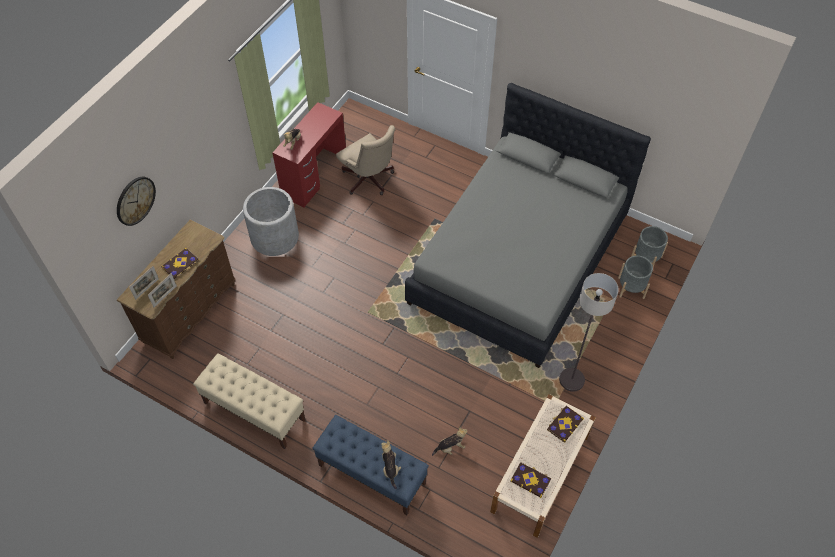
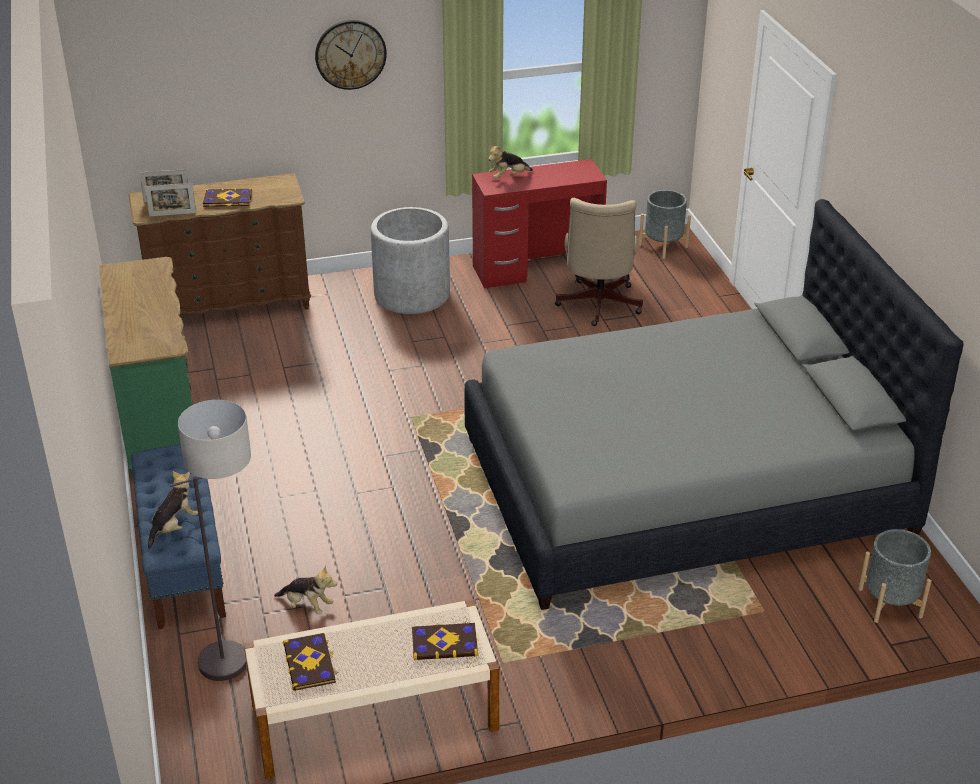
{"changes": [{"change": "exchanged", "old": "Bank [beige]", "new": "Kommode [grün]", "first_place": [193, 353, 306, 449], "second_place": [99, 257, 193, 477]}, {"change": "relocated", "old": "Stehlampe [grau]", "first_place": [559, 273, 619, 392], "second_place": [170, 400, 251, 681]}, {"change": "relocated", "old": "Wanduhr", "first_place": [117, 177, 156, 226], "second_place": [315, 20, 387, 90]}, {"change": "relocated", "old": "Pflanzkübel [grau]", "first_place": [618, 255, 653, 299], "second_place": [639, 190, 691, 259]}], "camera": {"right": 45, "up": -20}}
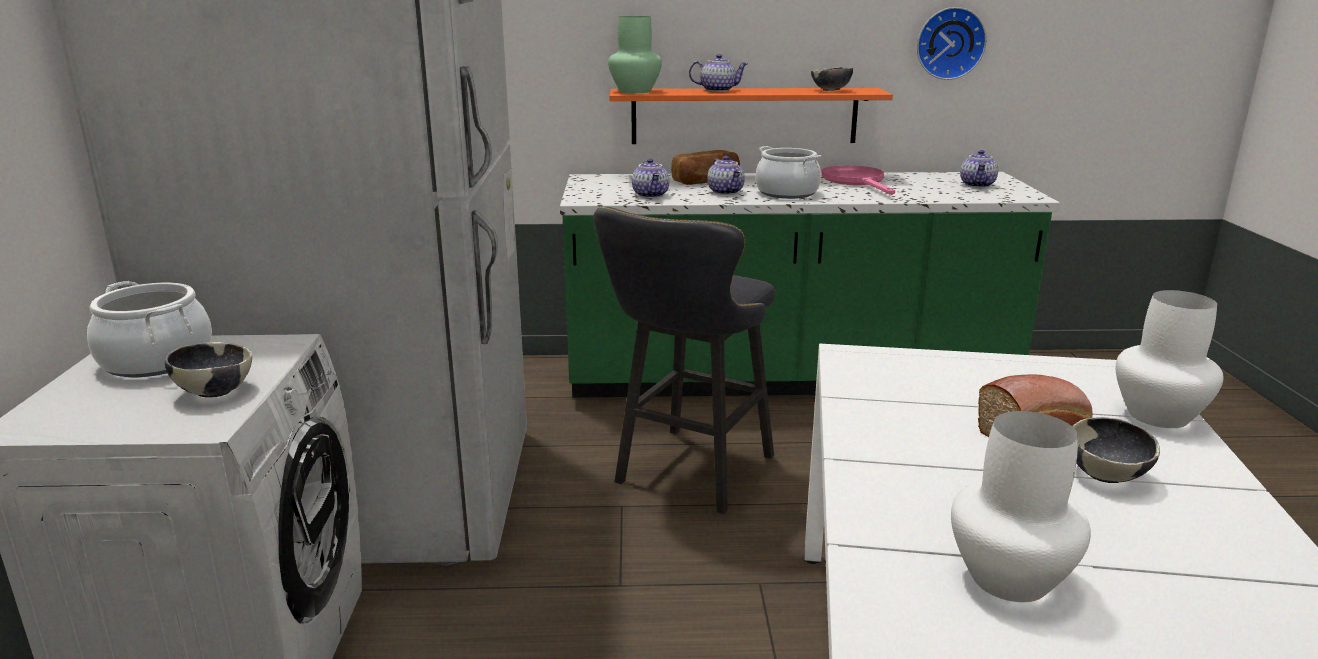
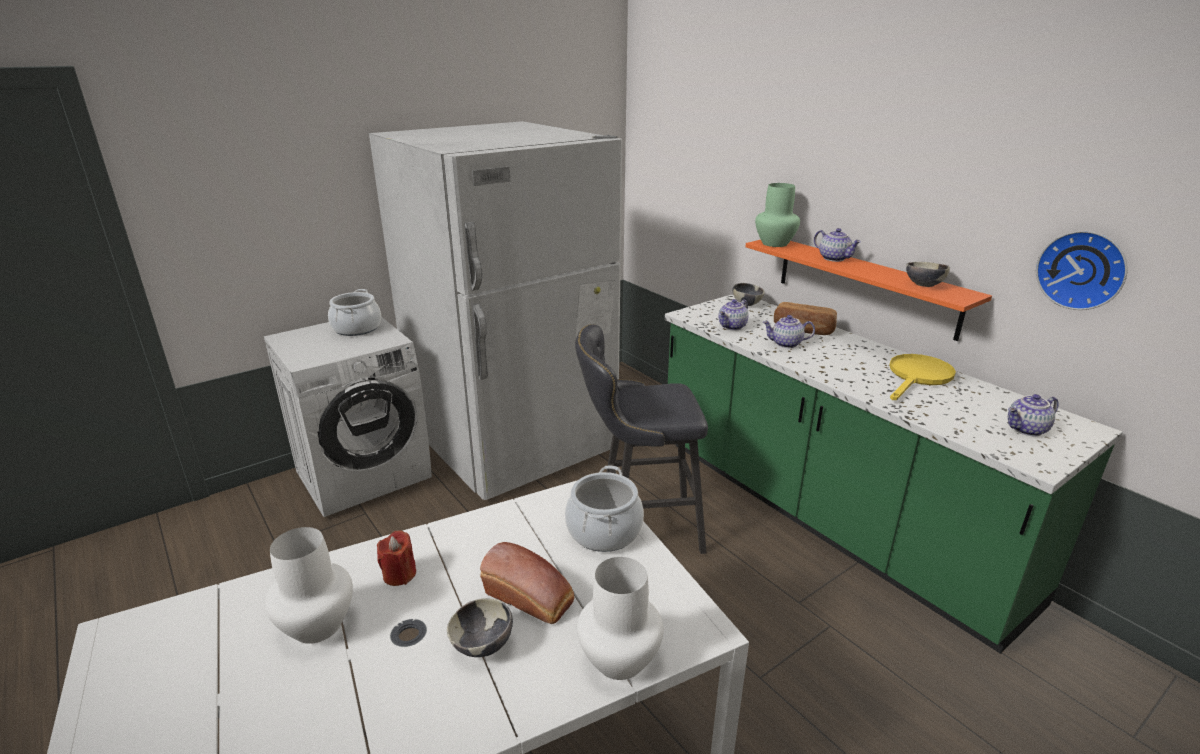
{"changes": [{"change": "appeared", "new": "Kerze [rot]", "second_place": [377, 530, 416, 586]}, {"change": "relocated", "old": "Kochtopf", "first_place": [756, 146, 821, 199], "second_place": [565, 465, 644, 552]}, {"change": "relocated", "old": "Schüssel", "first_place": [165, 342, 252, 398], "second_place": [733, 283, 765, 306]}, {"change": "spun", "old": "Teekanne", "first_place": [707, 156, 745, 195], "second_place": [762, 315, 815, 348], "degrees": 60}, {"change": "colour", "old": "Pfanne [rosa]", "new": "Pfanne [gelb]", "first_place": [822, 165, 895, 195], "second_place": [889, 354, 956, 400]}], "camera": {"right": 55, "up": 5}}
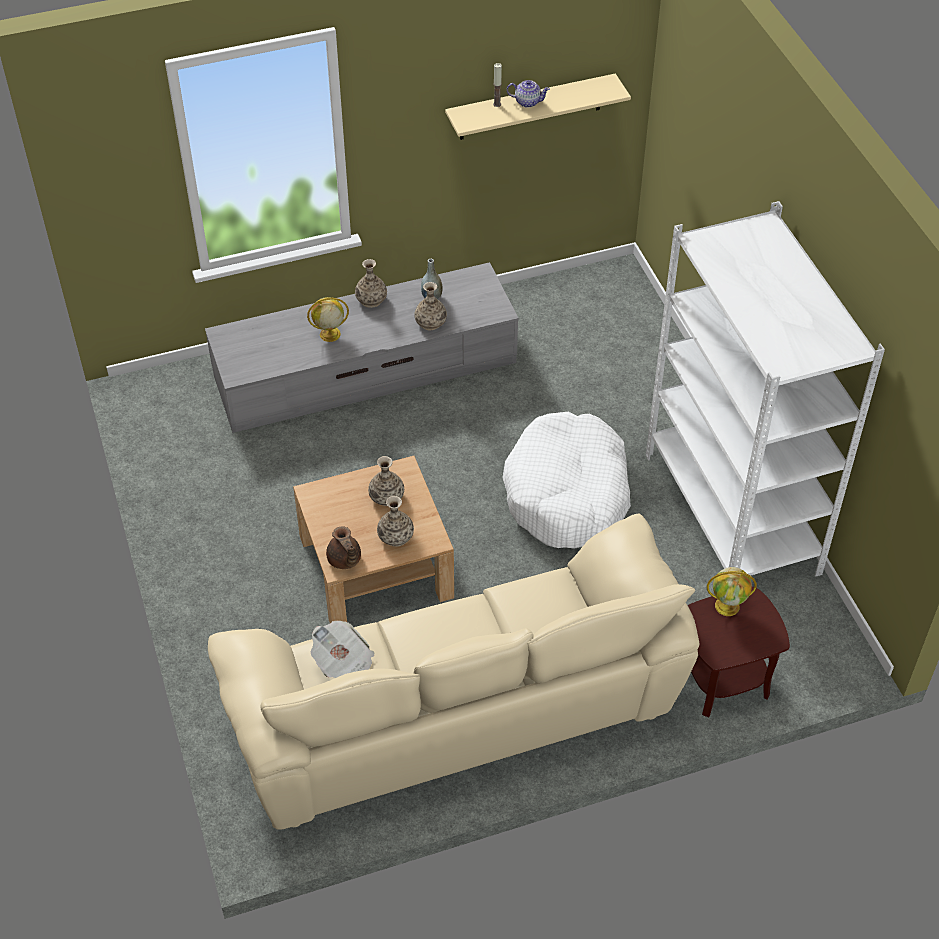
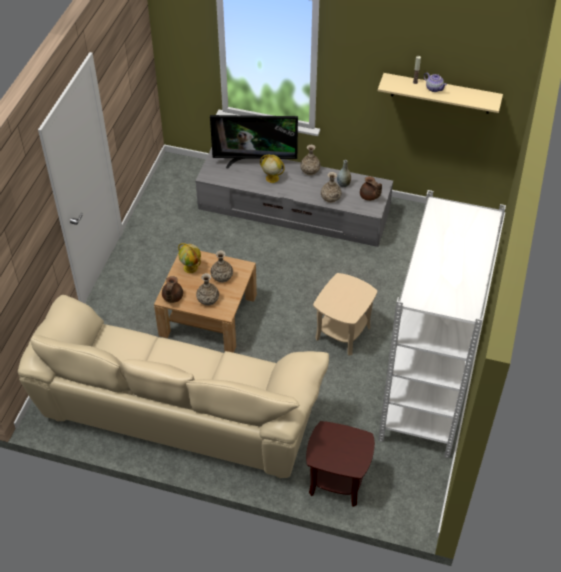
{"changes": [{"change": "relocated", "old": "Globus", "first_place": [707, 567, 757, 616], "second_place": [178, 243, 201, 273]}, {"change": "appeared", "new": "Fernseher", "second_place": [210, 115, 298, 169]}, {"change": "exchanged", "old": "Hundebett [weiß]", "new": "Beistelltisch [beige]", "first_place": [502, 412, 631, 549], "second_place": [313, 273, 377, 356]}, {"change": "appeared", "new": "Teekanne [braun]", "second_place": [360, 176, 382, 201]}, {"change": "missing", "old": "Zeitung", "first_place": [310, 621, 375, 678]}], "camera": {"right": 35, "up": 0}}
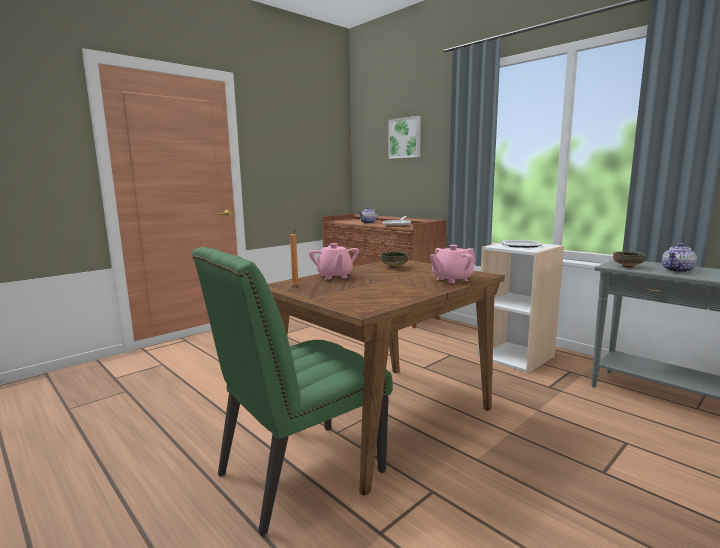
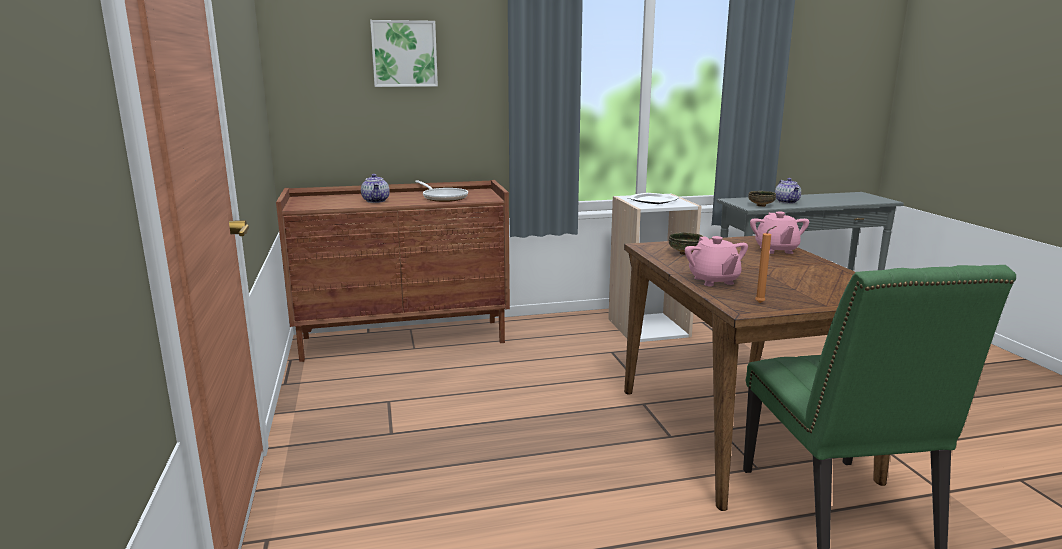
{"changes": [{"change": "spun", "old": "Teekanne [rosa]", "first_place": [309, 243, 359, 280], "second_place": [685, 236, 748, 286], "degrees": 60}], "camera": {"right": -60, "up": 5}}
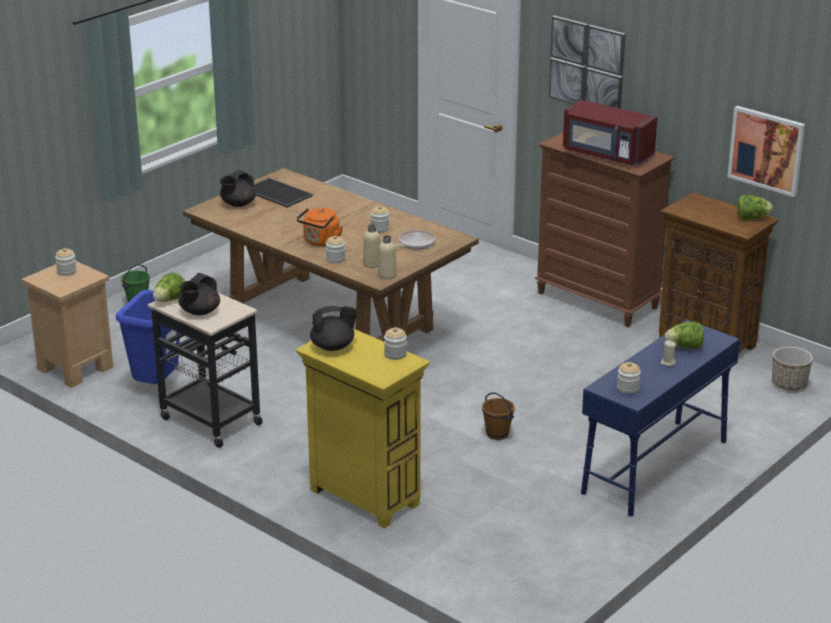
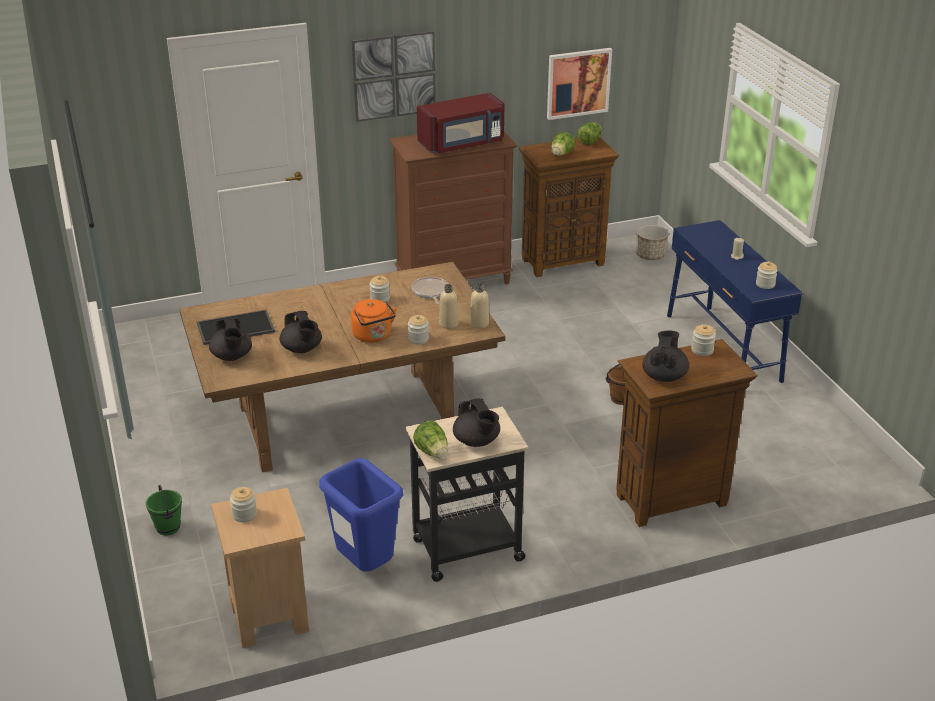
{"changes": [{"change": "appeared", "new": "Teekanne [schwarz]", "second_place": [280, 311, 322, 353]}, {"change": "relocated", "old": "Salatkopf", "first_place": [665, 321, 704, 349], "second_place": [551, 132, 575, 156]}, {"change": "colour", "old": "Schrank [gelb]", "new": "Schrank [braun]", "first_place": [295, 329, 431, 528], "second_place": [616, 339, 758, 527]}], "camera": {"right": -60, "up": 5}}
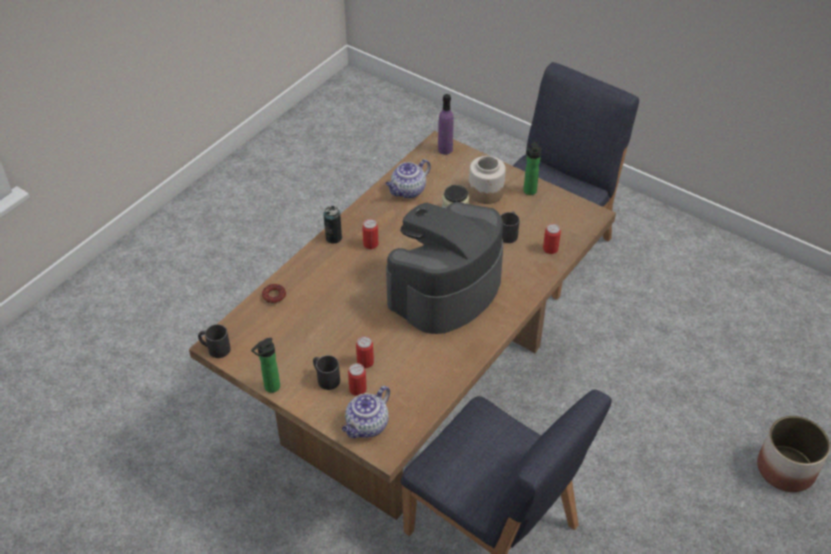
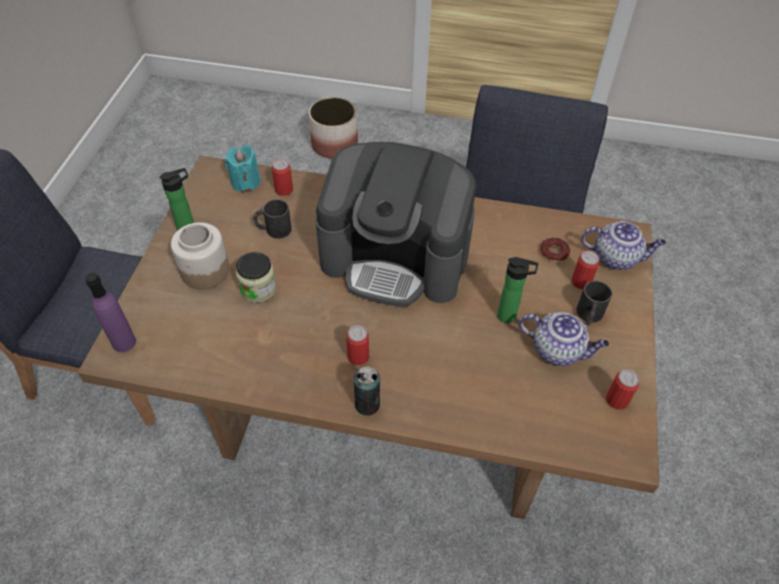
{"changes": [{"change": "appeared", "new": "Kerze [türkis]", "second_place": [225, 145, 261, 193]}, {"change": "relocated", "old": "Flasche", "first_place": [251, 338, 280, 393], "second_place": [497, 257, 539, 323]}, {"change": "relocated", "old": "Teekanne", "first_place": [385, 159, 431, 199], "second_place": [519, 312, 609, 366]}, {"change": "relocated", "old": "Donut", "first_place": [262, 284, 286, 304], "second_place": [541, 238, 570, 262]}, {"change": "relocated", "old": "Dose", "first_place": [356, 336, 374, 368], "second_place": [606, 369, 639, 410]}, {"change": "missing", "old": "Henkelbecher [schwarz]", "first_place": [198, 324, 231, 358]}], "camera": {"right": -115, "up": 5}}
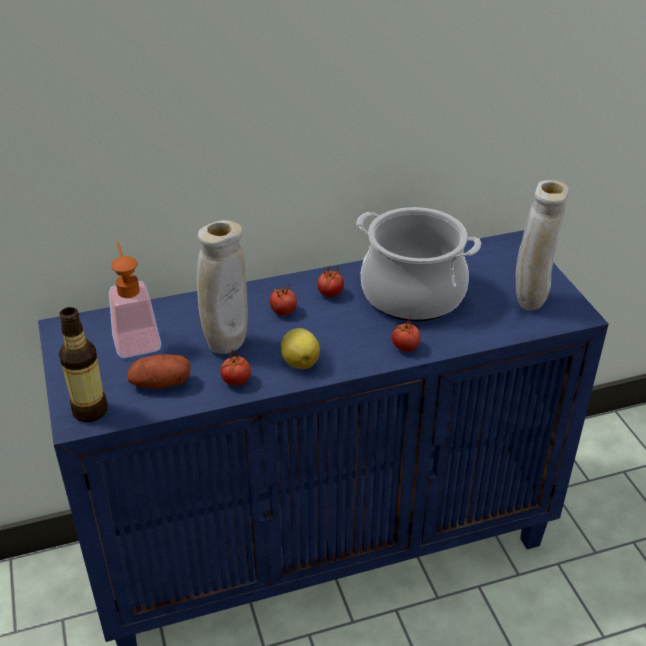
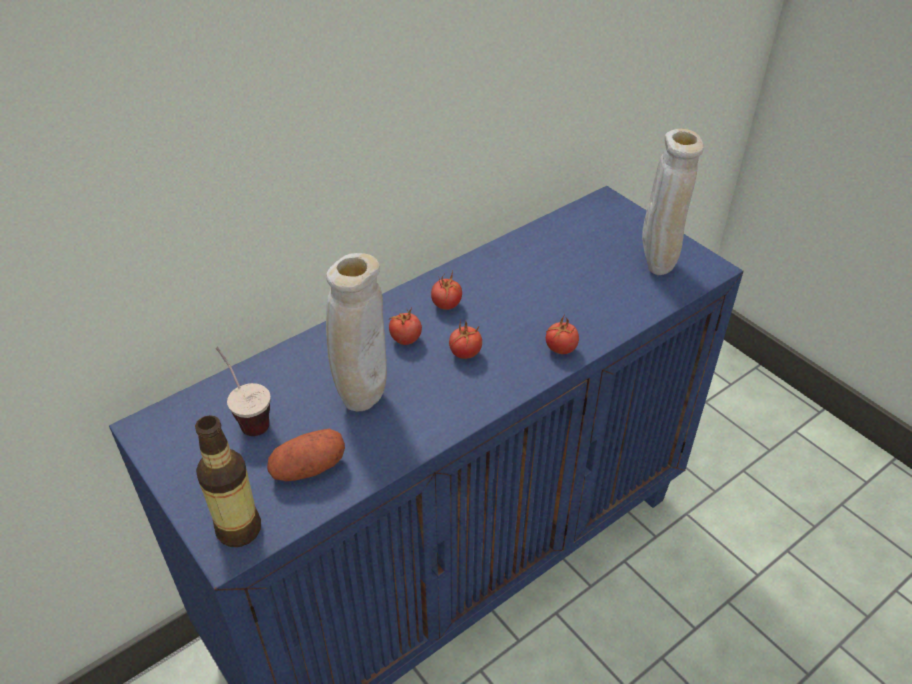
{"changes": [{"change": "exchanged", "old": "Seifenspender", "new": "Tasse", "first_place": [109, 242, 161, 358], "second_place": [216, 347, 270, 436]}, {"change": "relocated", "old": "Tomate", "first_place": [220, 349, 251, 386], "second_place": [449, 319, 482, 359]}, {"change": "missing", "old": "Zitrone", "first_place": [281, 328, 320, 369]}, {"change": "missing", "old": "Kochtopf", "first_place": [356, 207, 481, 321]}], "camera": {"right": -20, "up": 5}}
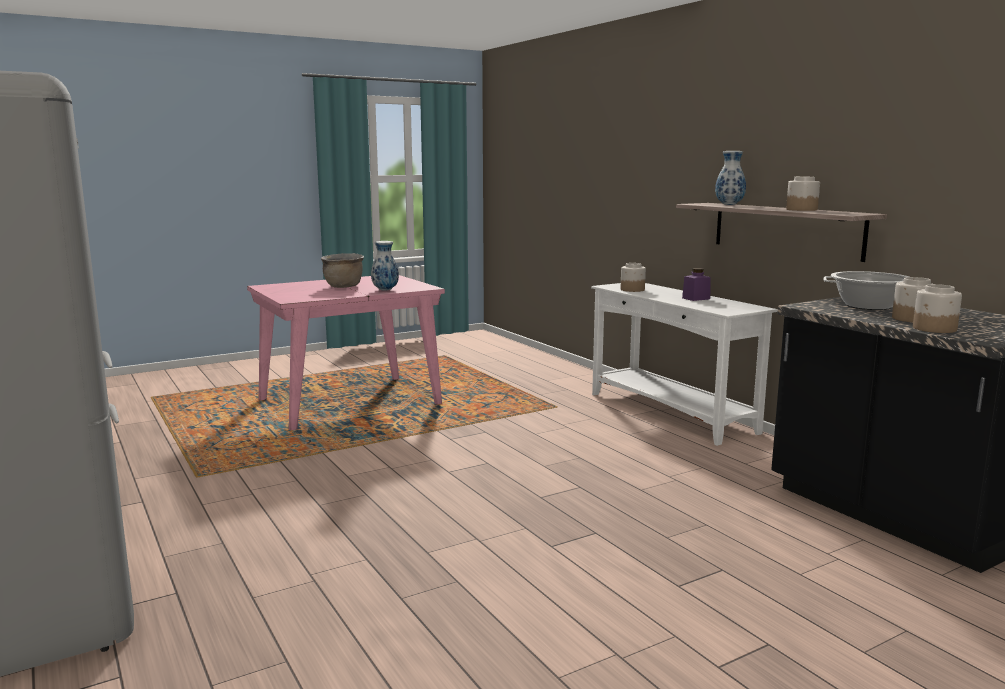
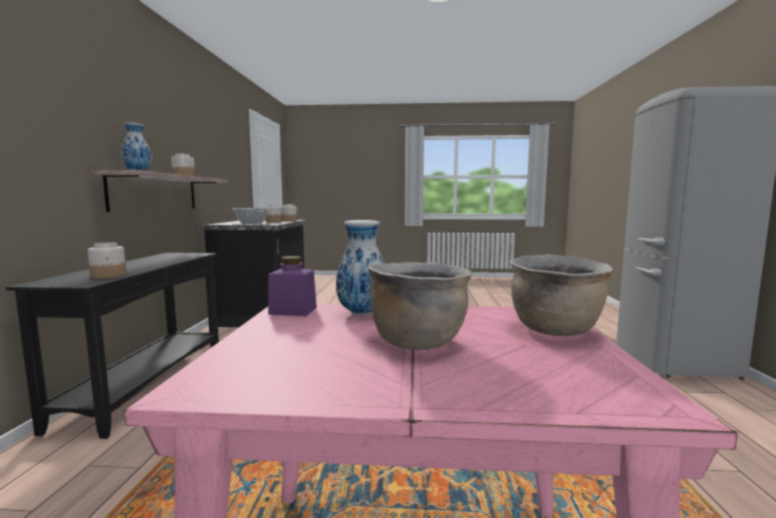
{"changes": [{"change": "colour", "old": "Konsolentisch [weiß]", "new": "Konsolentisch [schwarz]", "first_place": [591, 283, 778, 446], "second_place": [6, 253, 219, 439]}, {"change": "relocated", "old": "Vorratsglas [lila]", "first_place": [682, 268, 711, 301], "second_place": [268, 256, 317, 316]}, {"change": "appeared", "new": "Kochtopf [braun]", "second_place": [510, 254, 613, 336]}], "camera": {"right": -145, "up": -5}}
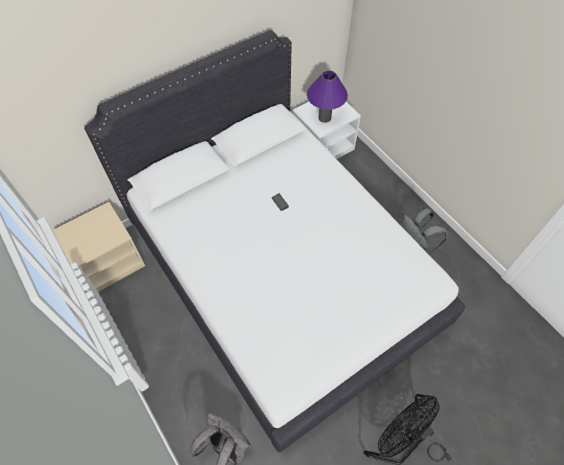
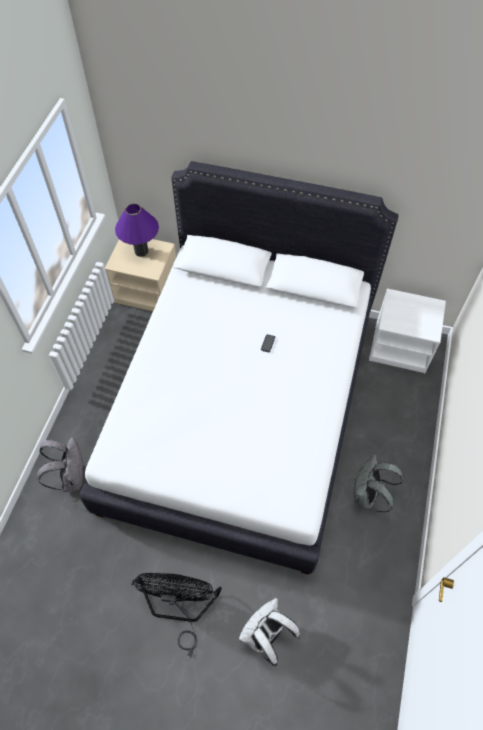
{"changes": [{"change": "relocated", "old": "Tischlampe [lila]", "first_place": [307, 70, 348, 123], "second_place": [115, 204, 159, 257]}, {"change": "appeared", "new": "Rucksack [weiß]", "second_place": [239, 598, 300, 667]}], "camera": {"right": 50, "up": 0}}
